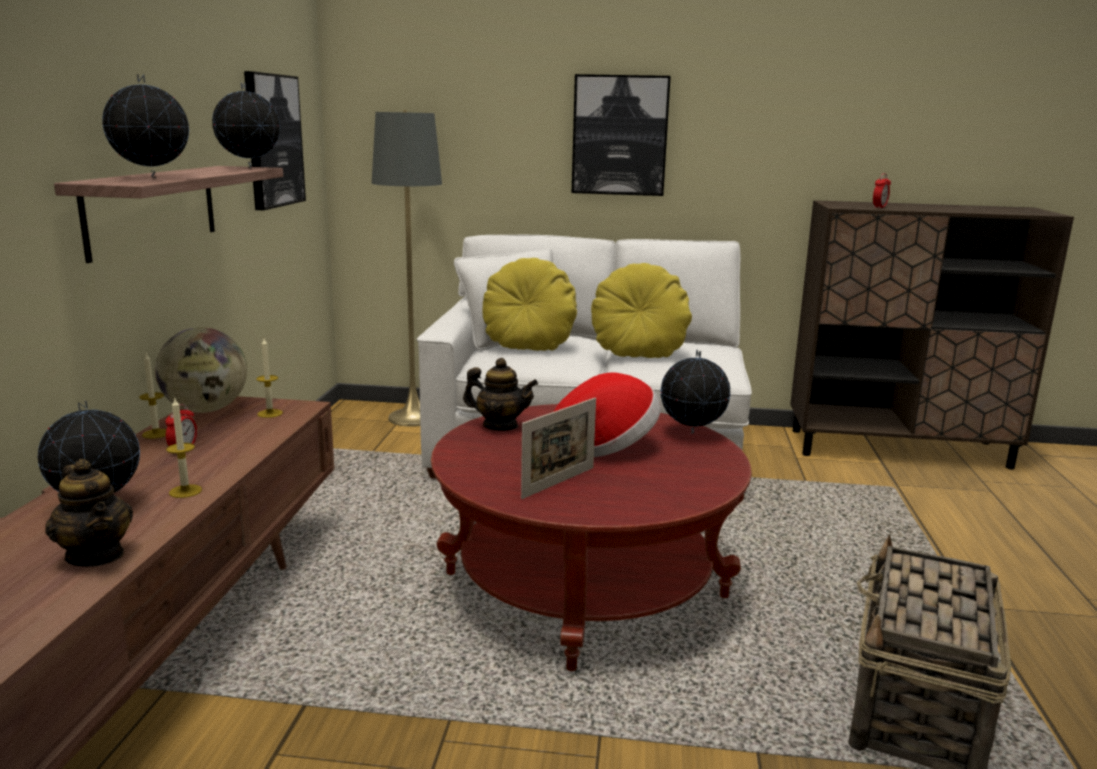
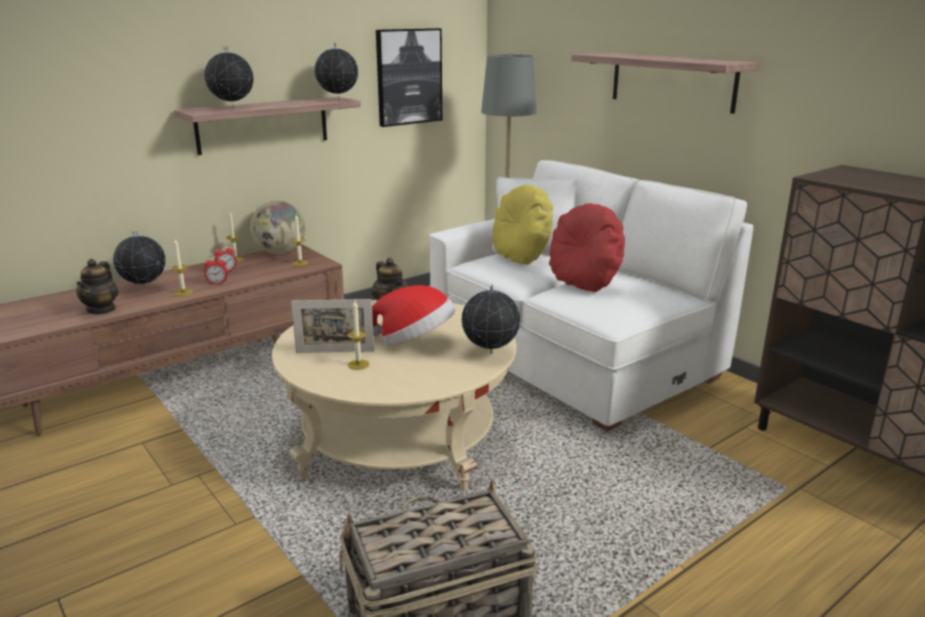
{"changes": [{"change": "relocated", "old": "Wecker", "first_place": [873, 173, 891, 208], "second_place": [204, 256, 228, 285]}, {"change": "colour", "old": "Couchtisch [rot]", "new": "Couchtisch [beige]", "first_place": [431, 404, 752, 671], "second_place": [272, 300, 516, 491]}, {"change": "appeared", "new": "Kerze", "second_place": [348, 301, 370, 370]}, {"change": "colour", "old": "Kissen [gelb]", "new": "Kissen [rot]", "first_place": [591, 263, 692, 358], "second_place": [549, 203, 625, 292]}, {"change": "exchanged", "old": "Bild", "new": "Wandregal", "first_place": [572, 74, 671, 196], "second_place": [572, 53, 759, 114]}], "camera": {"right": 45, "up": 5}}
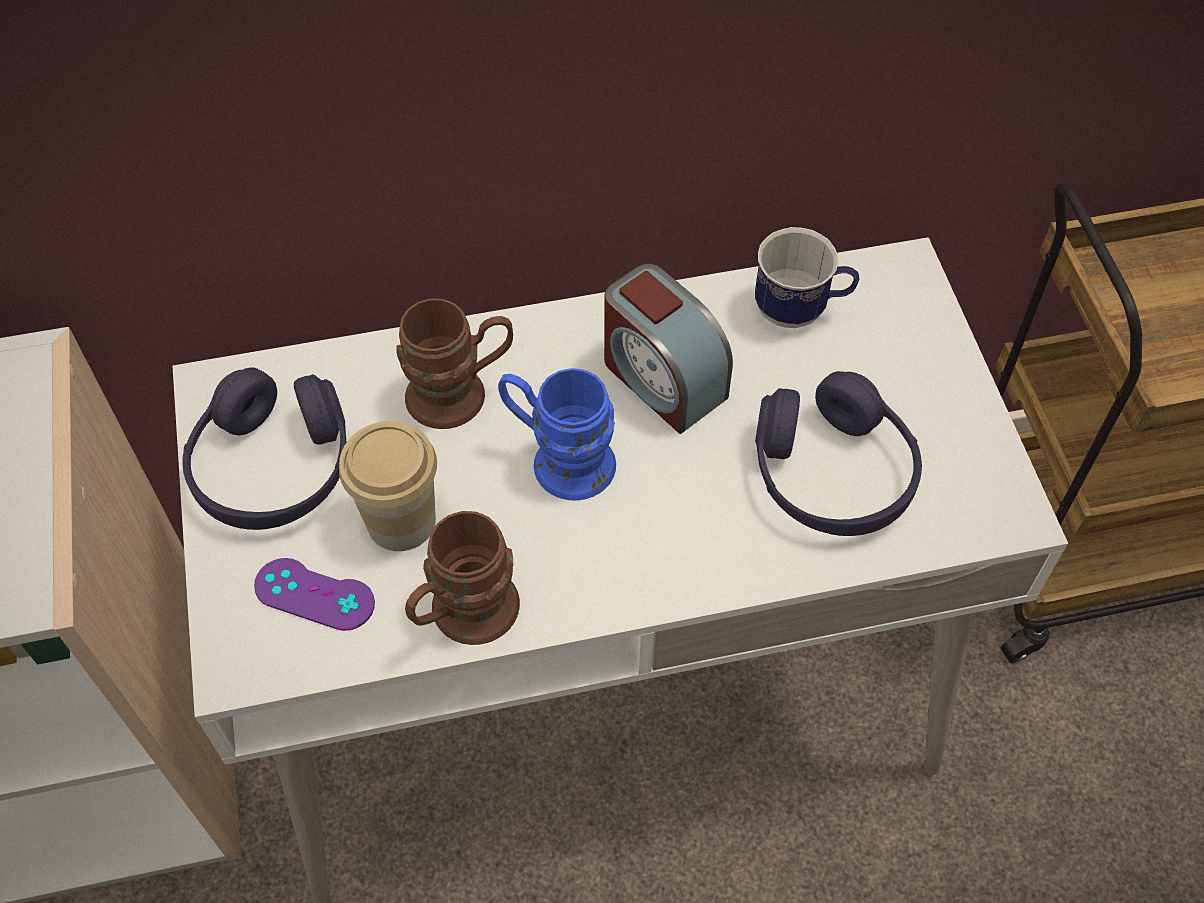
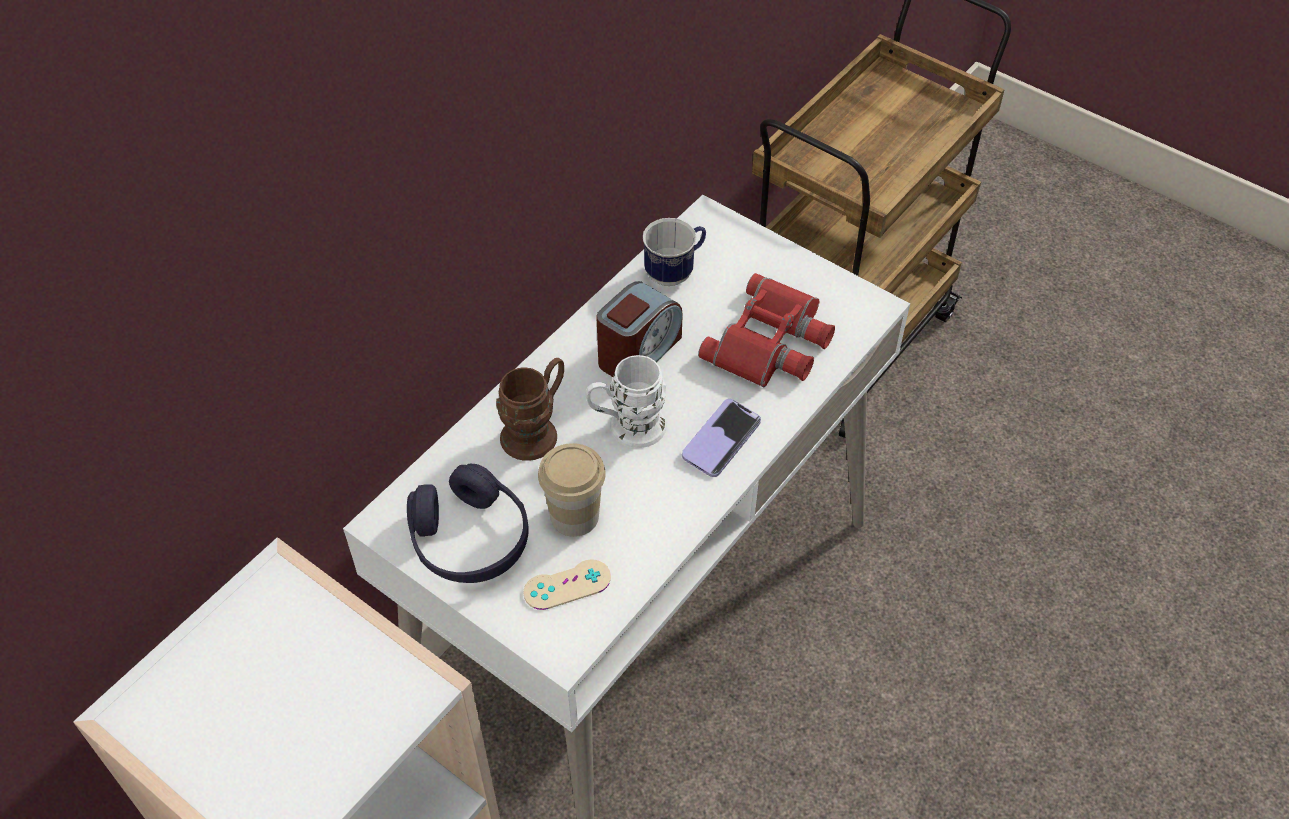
{"changes": [{"change": "colour", "old": "Gamepad [lila]", "new": "Gamepad [beige]", "first_place": [254, 558, 375, 631], "second_place": [523, 559, 611, 610]}, {"change": "colour", "old": "Henkelbecher [blau]", "new": "Henkelbecher [weiß]", "first_place": [498, 368, 616, 501], "second_place": [585, 355, 667, 448]}, {"change": "spun", "old": "Wecker", "first_place": [604, 264, 733, 434], "second_place": [596, 281, 683, 377], "degrees": -60}, {"change": "appeared", "new": "Handy", "second_place": [682, 399, 761, 477]}, {"change": "exchanged", "old": "Kopfhörer [lila]", "new": "Fernglas [rot]", "first_place": [755, 371, 922, 536], "second_place": [698, 273, 835, 387]}, {"change": "missing", "old": "Henkelbecher [braun]", "first_place": [405, 511, 520, 645]}], "camera": {"right": -40, "up": -5}}
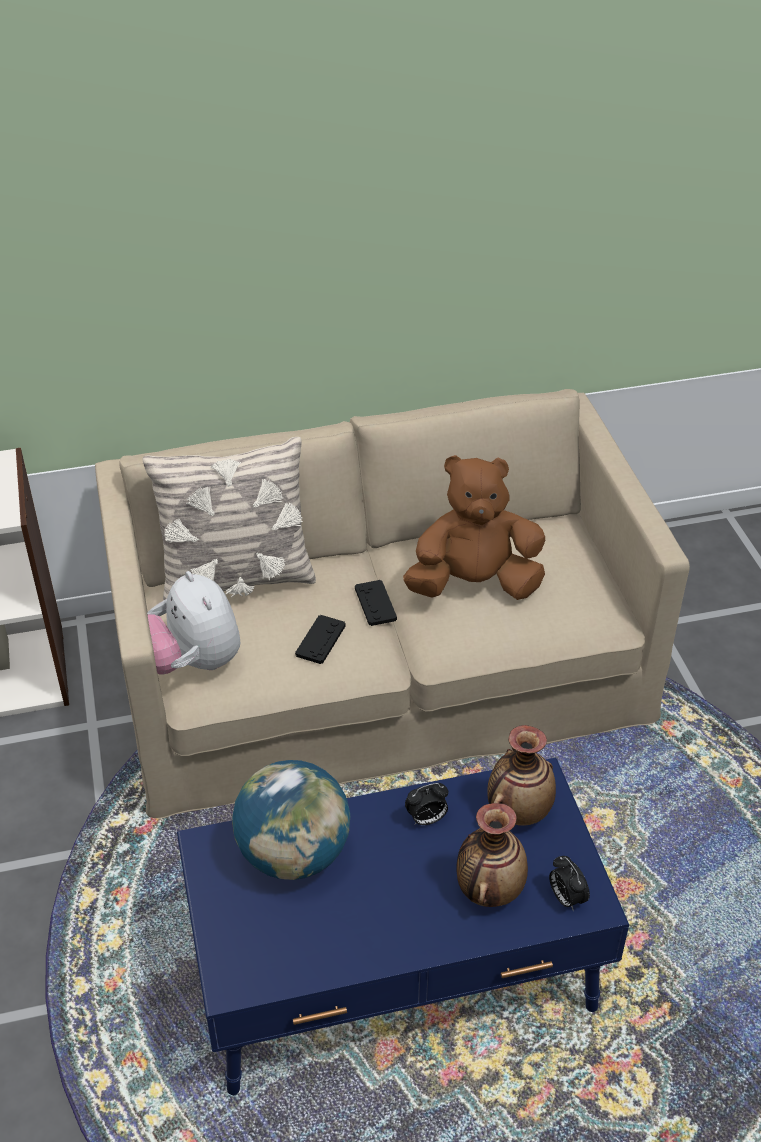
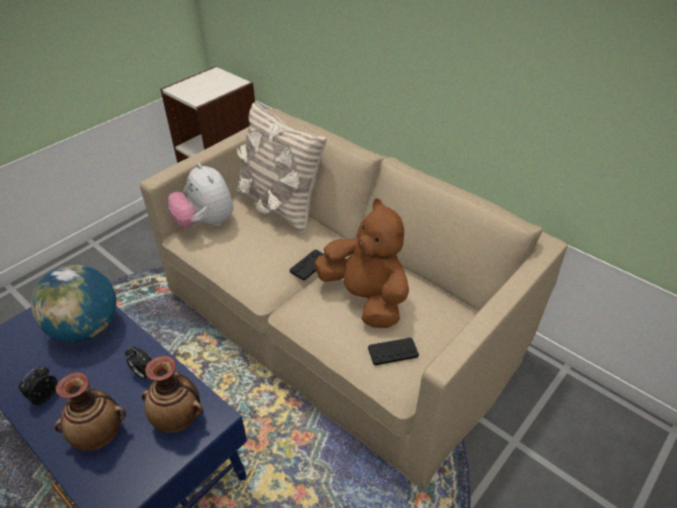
{"changes": [{"change": "relocated", "old": "Wecker", "first_place": [549, 856, 590, 911], "second_place": [19, 367, 57, 405]}, {"change": "spun", "old": "Plüschtier", "first_place": [147, 571, 240, 675], "second_place": [167, 163, 234, 228], "degrees": -60}, {"change": "relocated", "old": "Gamepad [schwarz]", "first_place": [295, 615, 346, 664], "second_place": [368, 337, 419, 366]}], "camera": {"right": 55, "up": 0}}
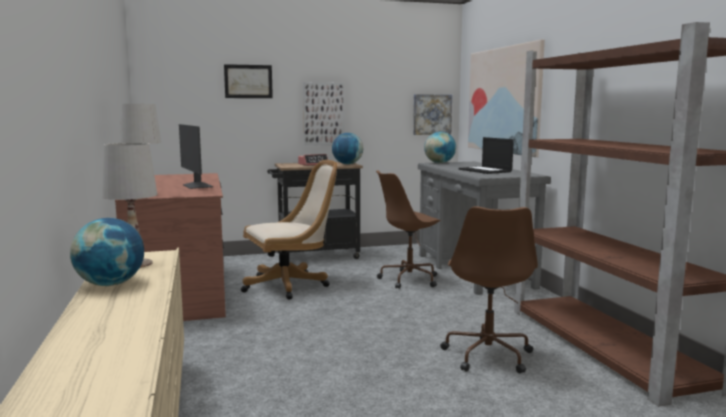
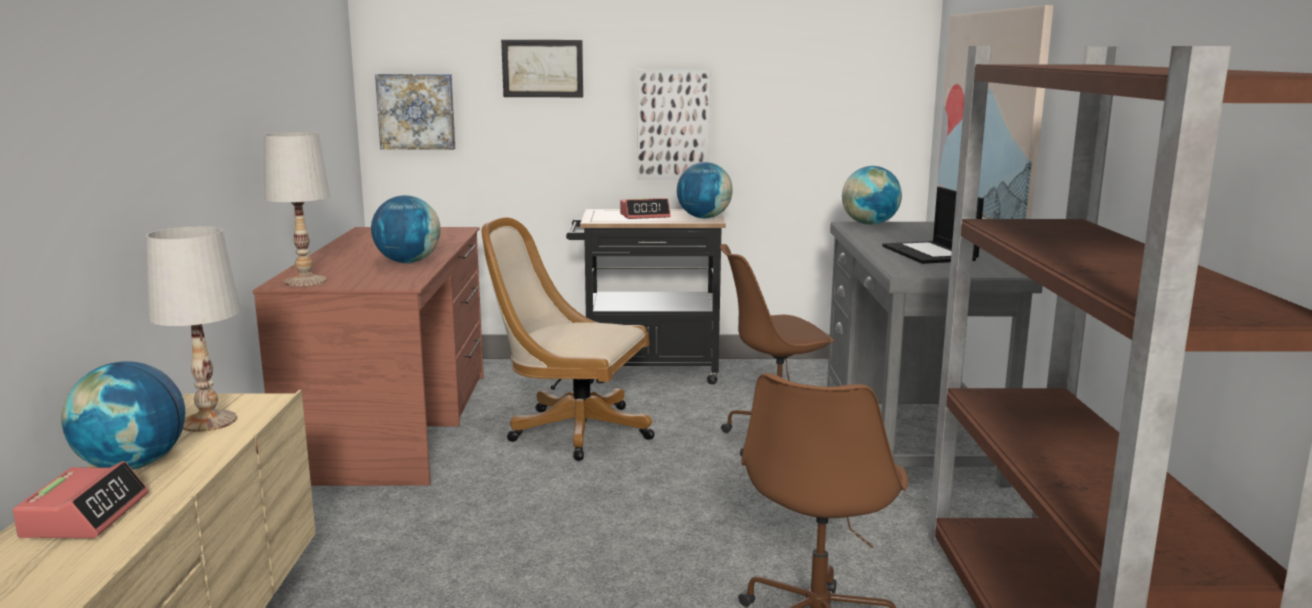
{"changes": [{"change": "appeared", "new": "Wecker", "second_place": [13, 461, 149, 538]}, {"change": "exchanged", "old": "Monitor", "new": "Globus", "first_place": [179, 124, 213, 189], "second_place": [371, 195, 441, 263]}, {"change": "relocated", "old": "Bild", "first_place": [413, 94, 452, 135], "second_place": [375, 74, 455, 150]}, {"change": "spun", "old": "Bürostuhl", "first_place": [241, 160, 337, 300], "second_place": [482, 217, 655, 461], "degrees": -150}], "camera": {"right": 15, "up": 5}}
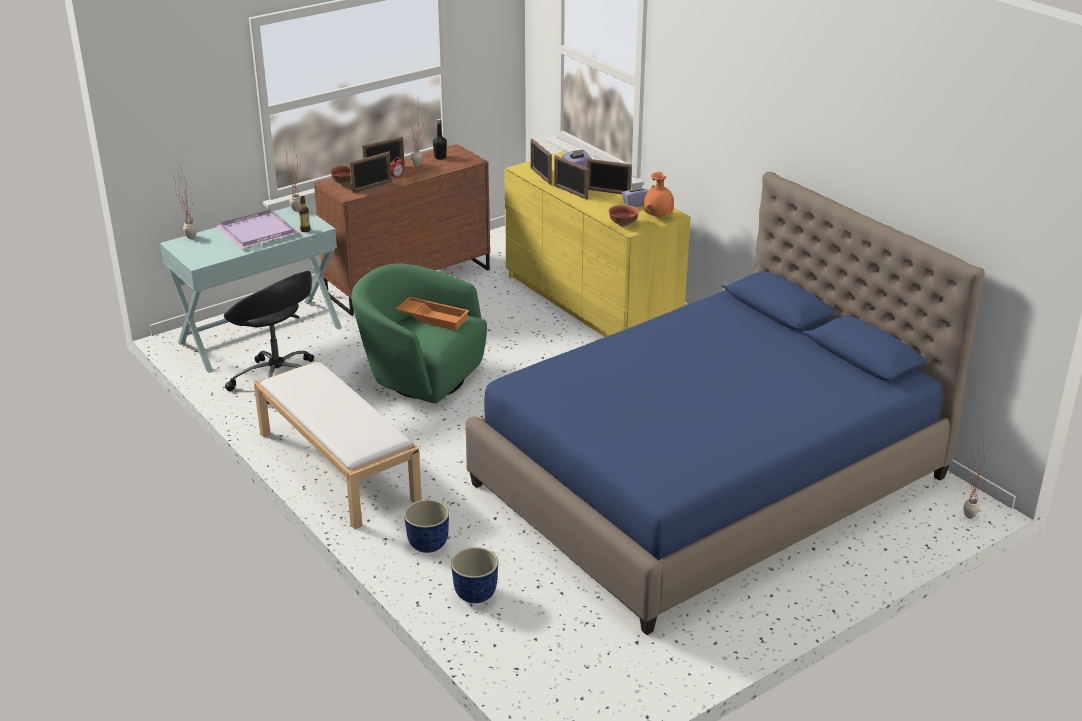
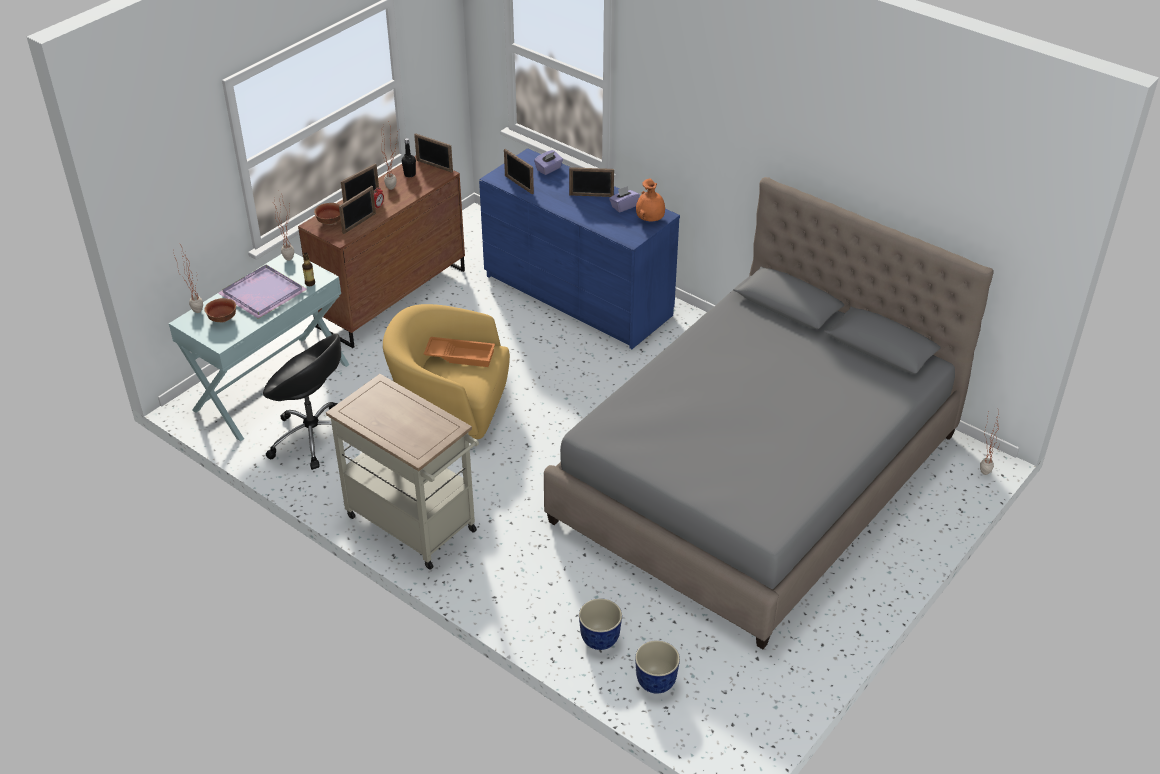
{"changes": [{"change": "relocated", "old": "Schüssel", "first_place": [609, 205, 639, 227], "second_place": [204, 298, 236, 322]}, {"change": "exchanged", "old": "Bank [weiß]", "new": "Rollwagen [beige]", "first_place": [254, 361, 422, 529], "second_place": [326, 374, 479, 570]}, {"change": "colour", "old": "Sessel [grün]", "new": "Sessel [gelb]", "first_place": [351, 264, 487, 403], "second_place": [383, 304, 510, 439]}, {"change": "relocated", "old": "Bilderrahmen", "first_place": [554, 155, 589, 200], "second_place": [414, 133, 453, 173]}, {"change": "colour", "old": "Kommode [gelb]", "new": "Kommode [blau]", "first_place": [504, 151, 691, 337], "second_place": [479, 148, 680, 349]}, {"change": "colour", "old": "Bett [blau]", "new": "Bett [grau]", "first_place": [466, 172, 985, 635], "second_place": [544, 177, 994, 649]}, {"change": "relocated", "old": "Pflanzkübel", "first_place": [404, 500, 449, 553], "second_place": [635, 640, 680, 694]}], "camera": {"right": -15, "up": 10}}
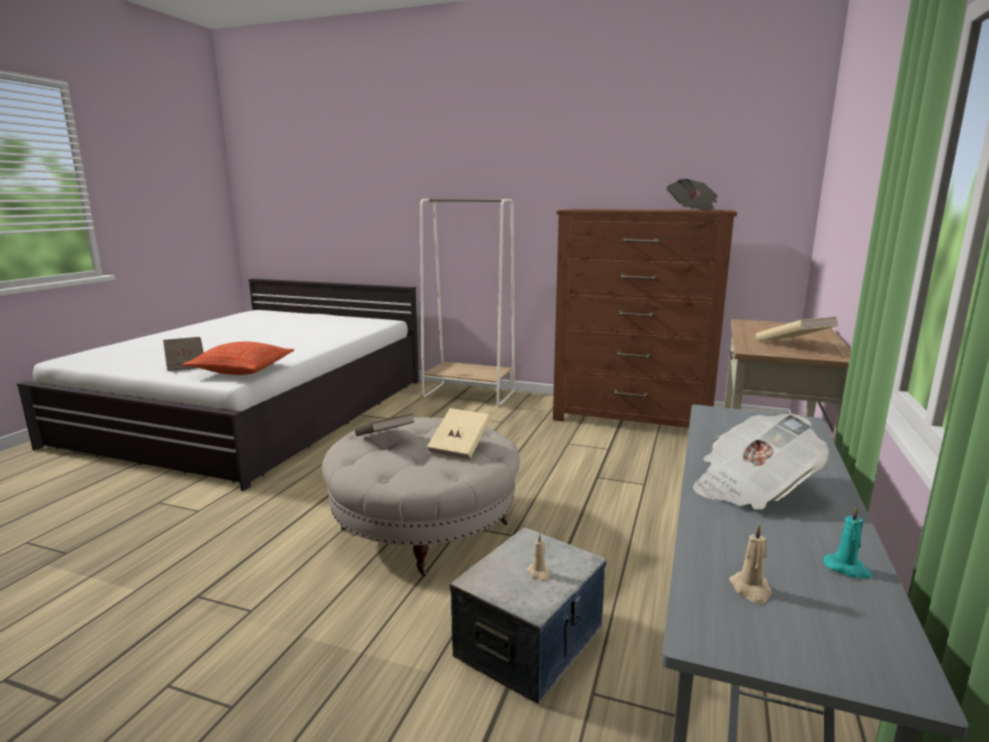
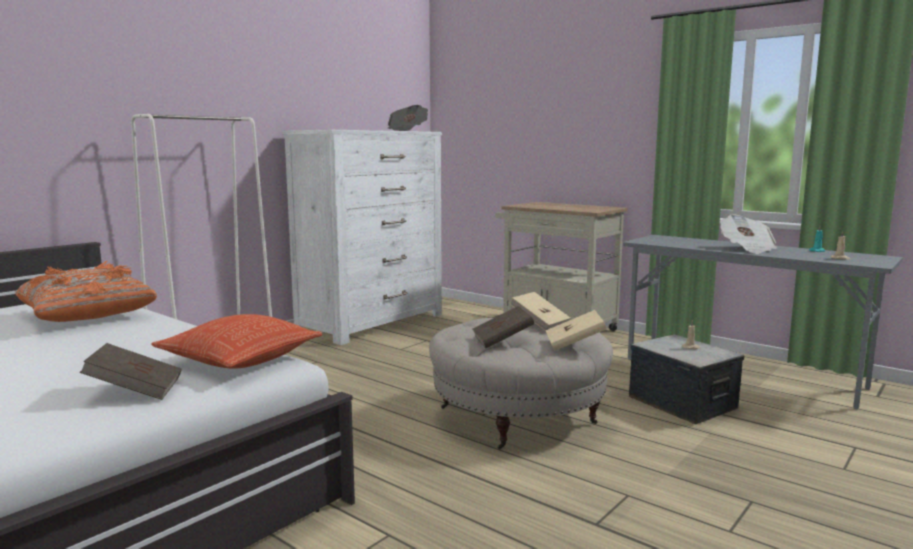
{"changes": [{"change": "appeared", "new": "Kissen [orange]", "second_place": [15, 261, 157, 322]}, {"change": "colour", "old": "Kommode [braun]", "new": "Kommode [weiß]", "first_place": [553, 209, 737, 428], "second_place": [282, 130, 442, 345]}, {"change": "relocated", "old": "Buch [beige]", "first_place": [756, 316, 839, 342], "second_place": [545, 310, 607, 351]}], "camera": {"right": -70, "up": -5}}
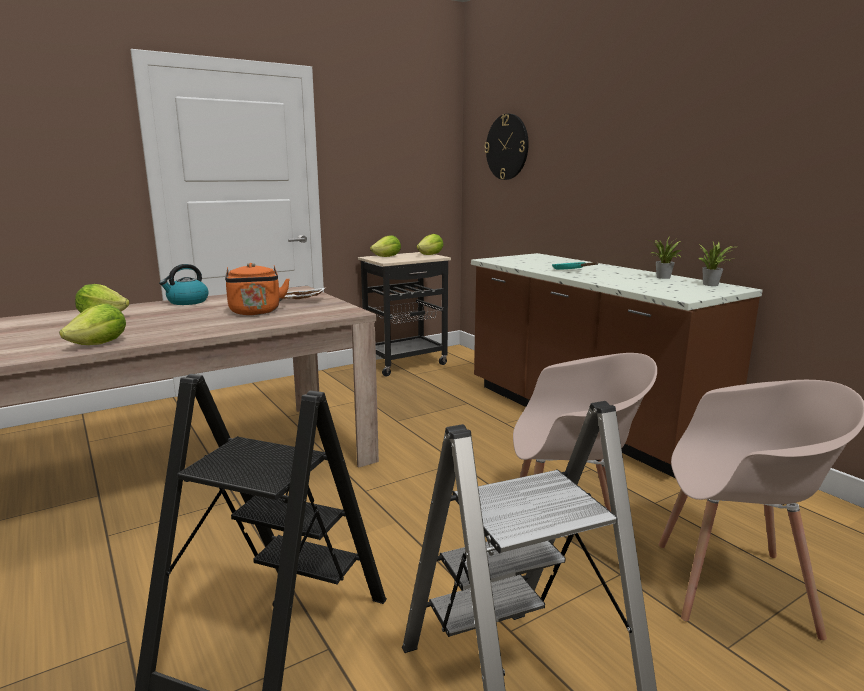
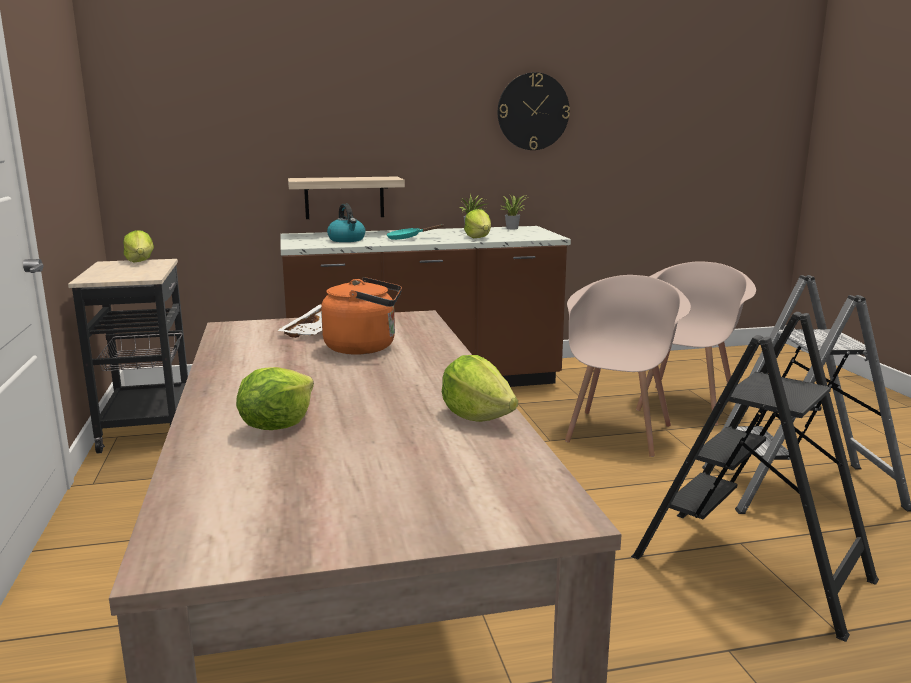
{"changes": [{"change": "appeared", "new": "Wandregal", "second_place": [288, 176, 405, 219]}, {"change": "relocated", "old": "Wasserkessel", "first_place": [159, 264, 209, 305], "second_place": [327, 204, 365, 242]}, {"change": "relocated", "old": "Salatkopf", "first_place": [370, 235, 401, 257], "second_place": [464, 209, 491, 239]}, {"change": "relocated", "old": "Wanduhr", "first_place": [485, 114, 529, 180], "second_place": [498, 72, 570, 150]}], "camera": {"right": -70, "up": 0}}
